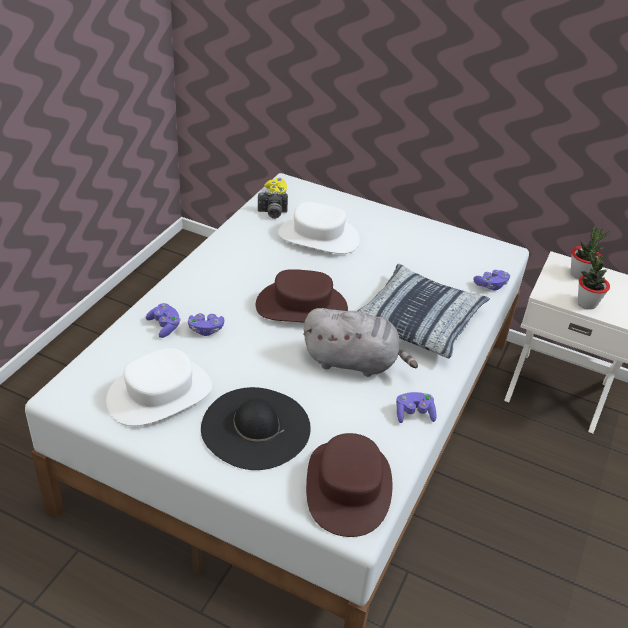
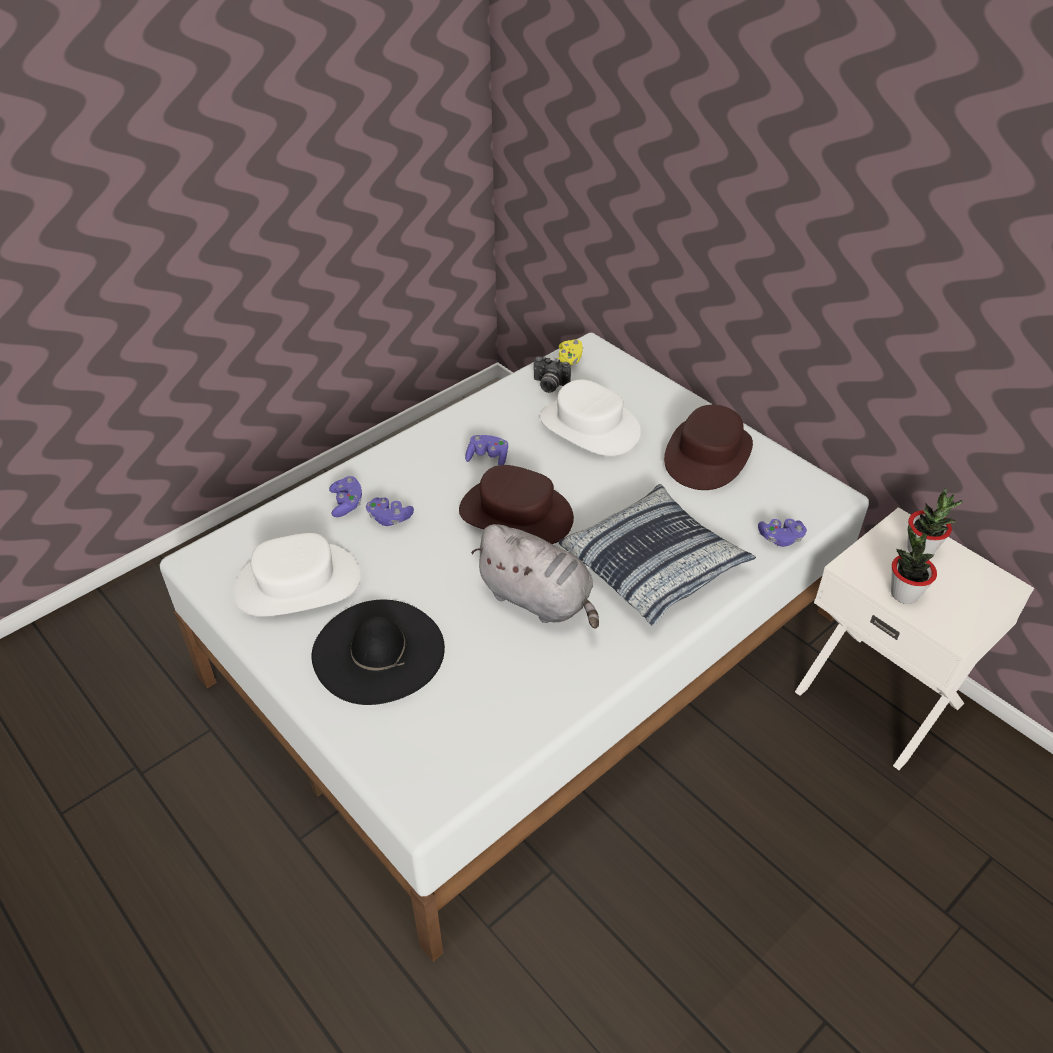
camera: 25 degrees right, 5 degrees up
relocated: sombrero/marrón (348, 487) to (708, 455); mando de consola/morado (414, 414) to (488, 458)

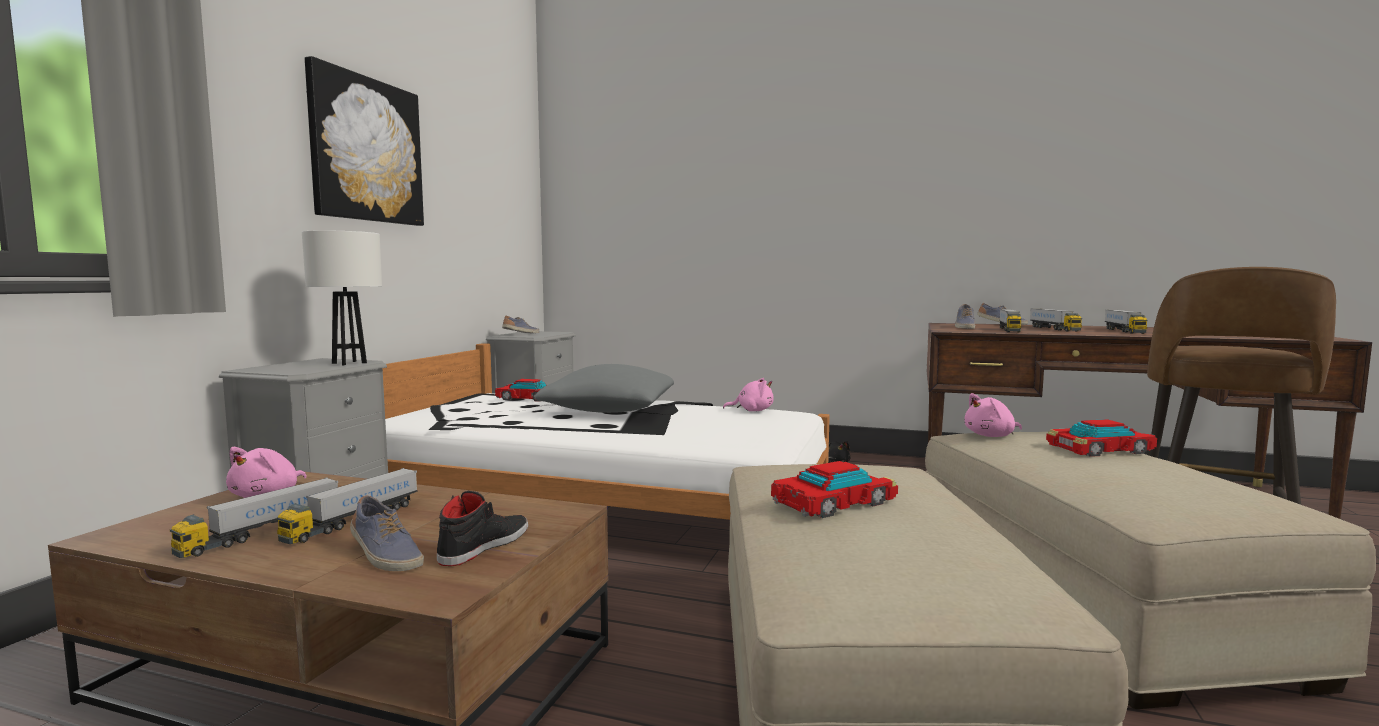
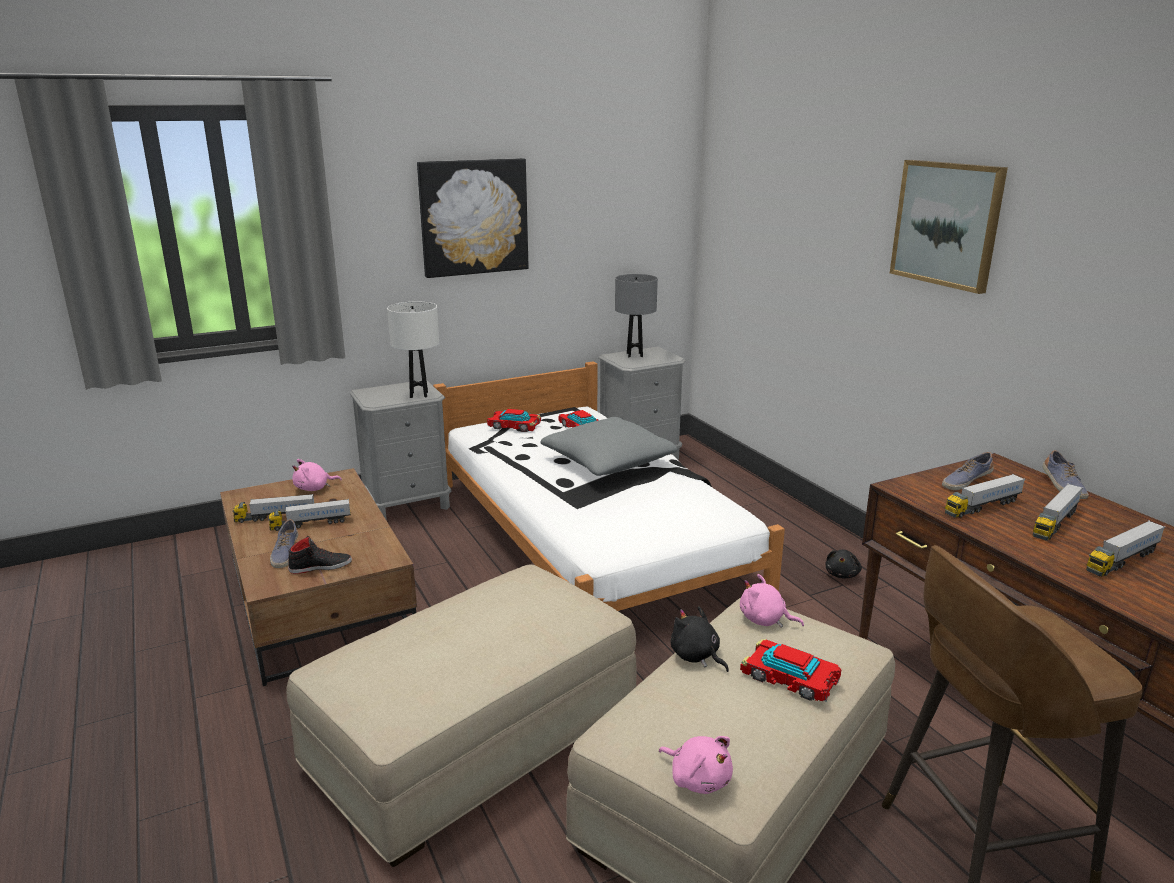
camera: 45 degrees right, 15 degrees up
appeared: peluche/negro (696, 656); cuadro (947, 224)
relocated: peluche/rosa (752, 410) to (698, 778); coche de juguete (832, 502) to (514, 425)
exchanged: zapato (522, 334) to lámpara de mesa/gris (634, 355)

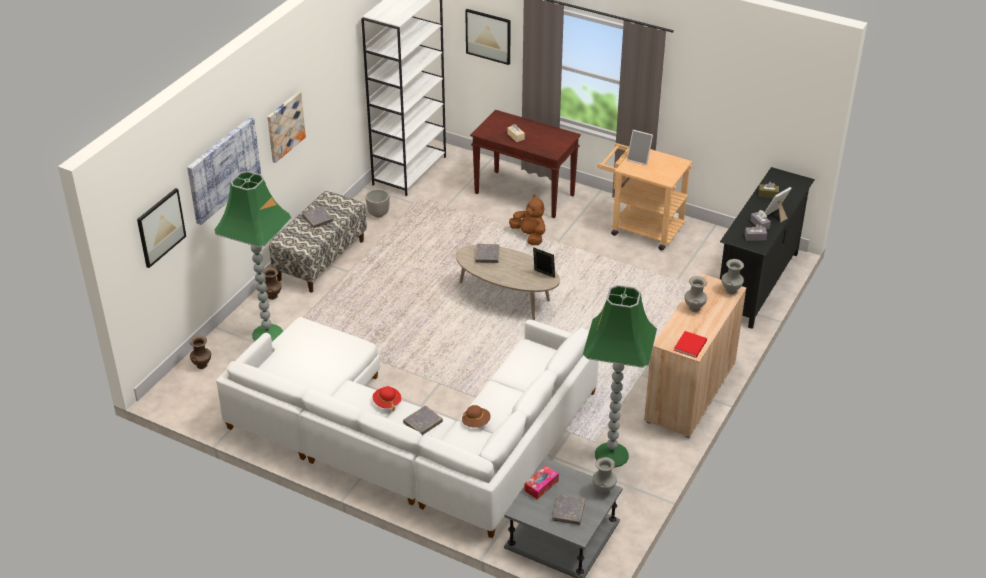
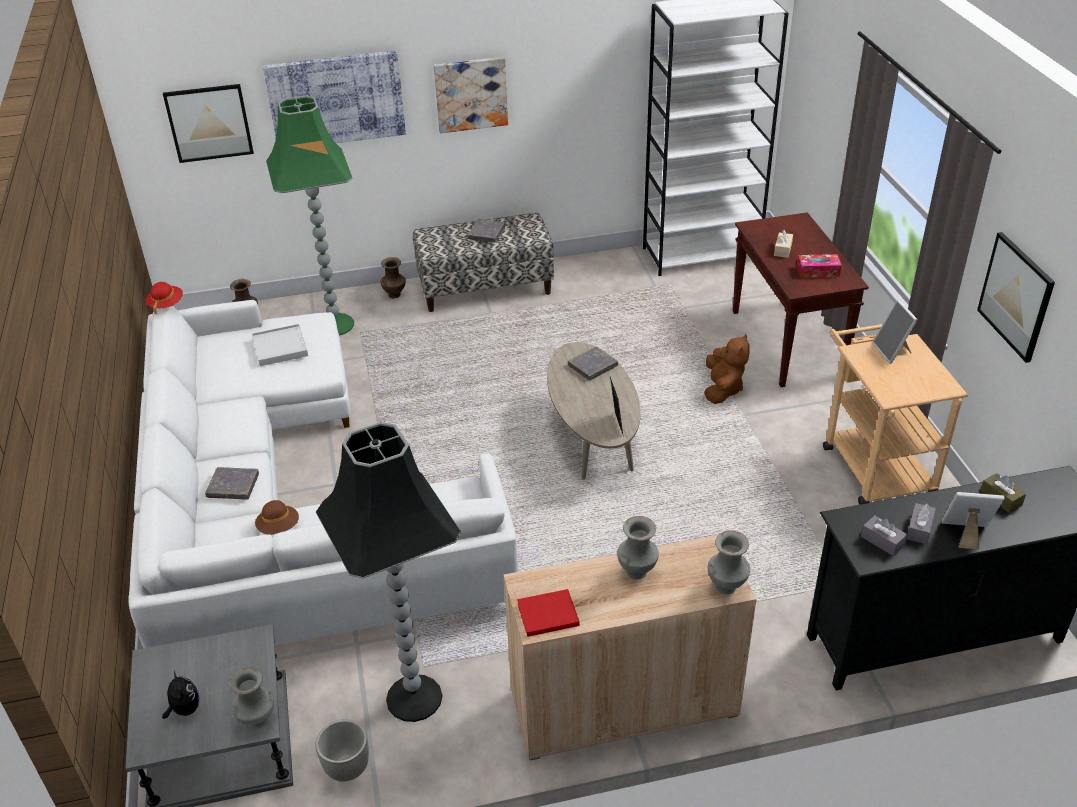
camera: 50 degrees right, 0 degrees up
appeared: bandeja/blanco (280, 347)
relocated: maceta (378, 214) to (347, 769); sombrero/rojo (387, 402) to (166, 304); cuadro (488, 36) to (1016, 296); caja de pañuelos (541, 486) to (818, 271)
exchanged: libro/gris (568, 511) to peluche (185, 709)
colour: lámpara de pie/verde (610, 455) to lámpara de pie/negro (412, 698)

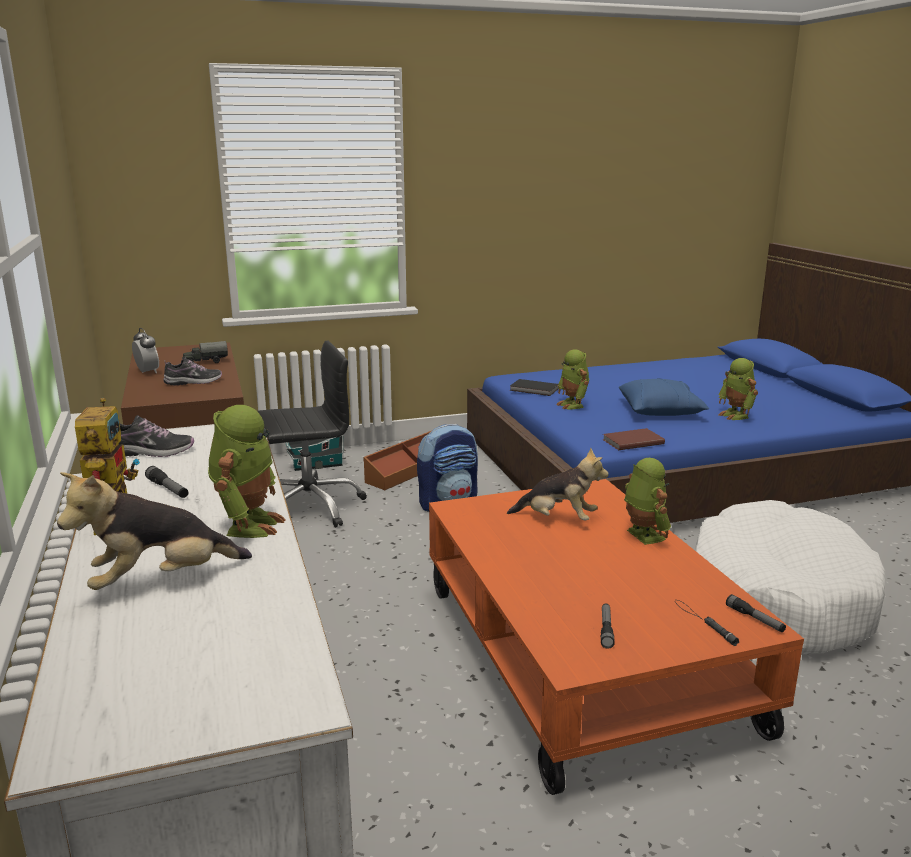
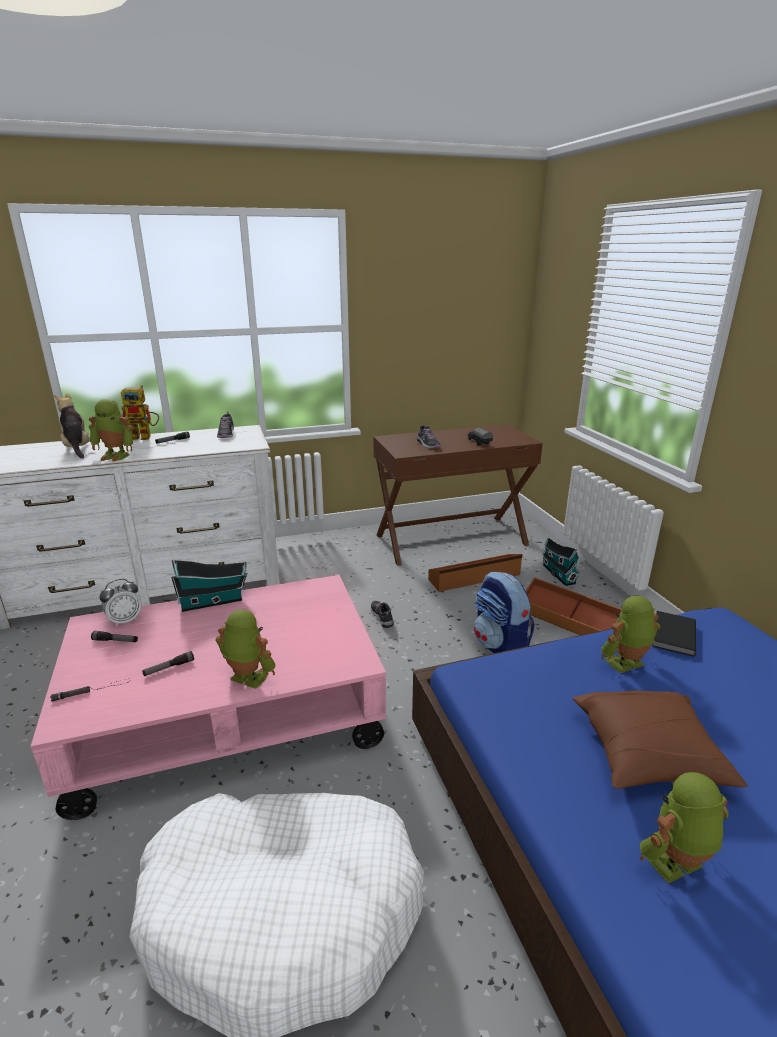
camera: 90 degrees right, 5 degrees up
missing: peluche (558, 519); libro/marrón (631, 441)
appeared: casita (214, 601); zapato (382, 617)
relocated: despertador (147, 372) to (125, 620); linterna (755, 619) to (169, 668)
exchanged: silla de oficina/negro (309, 506) to caja de almacenaje/marrón (475, 577)
colour: mesa de centro/naranja (579, 656) to mesa de centro/rosa (227, 713); cojín/azul (660, 411) to cojín/marrón (648, 755)
spun: robot de juguete (642, 535) = (247, 679) 135 degrees counterclockwise

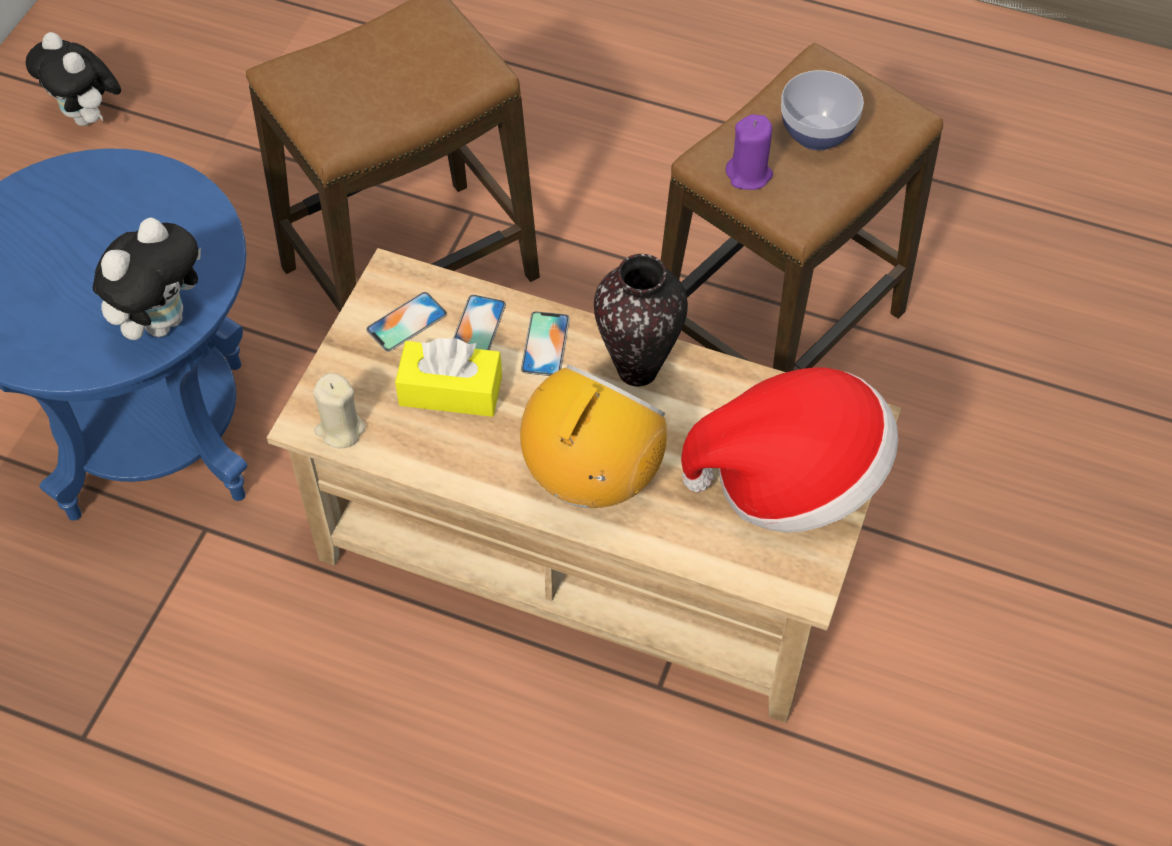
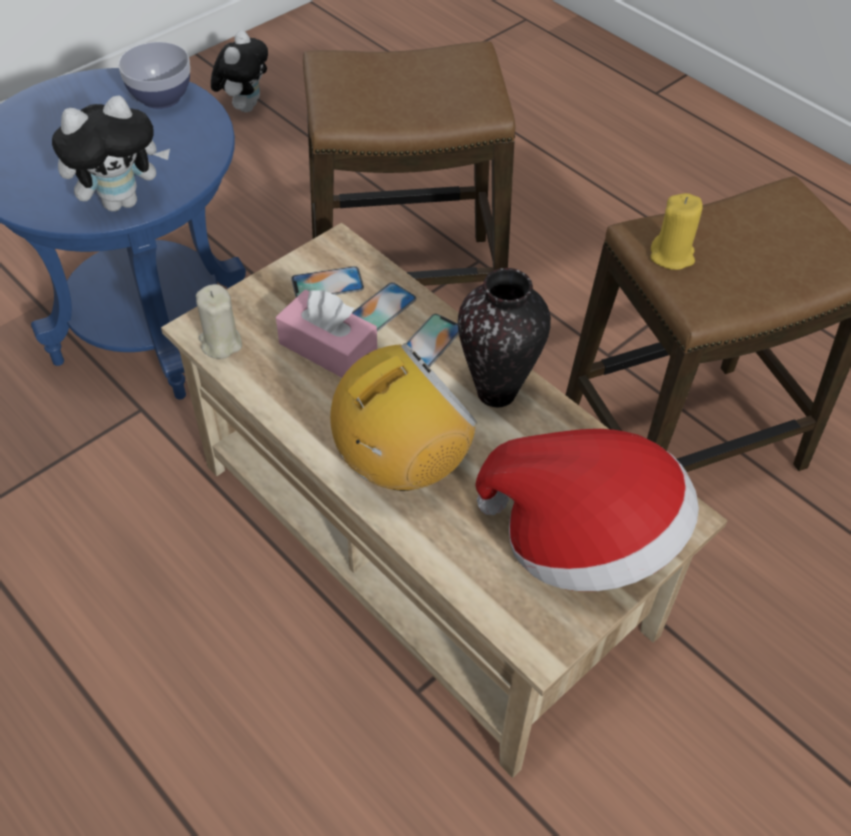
camera: 25 degrees right, 5 degrees down
relocated: cuenco (816, 133) to (161, 97)
colour: caja de pañuelos/amarillo (450, 390) to caja de pañuelos/rosa (328, 348); vela/morado (749, 174) to vela/amarillo (672, 256)
spun: peluche (89, 117) = (244, 106) 150 degrees counterclockwise

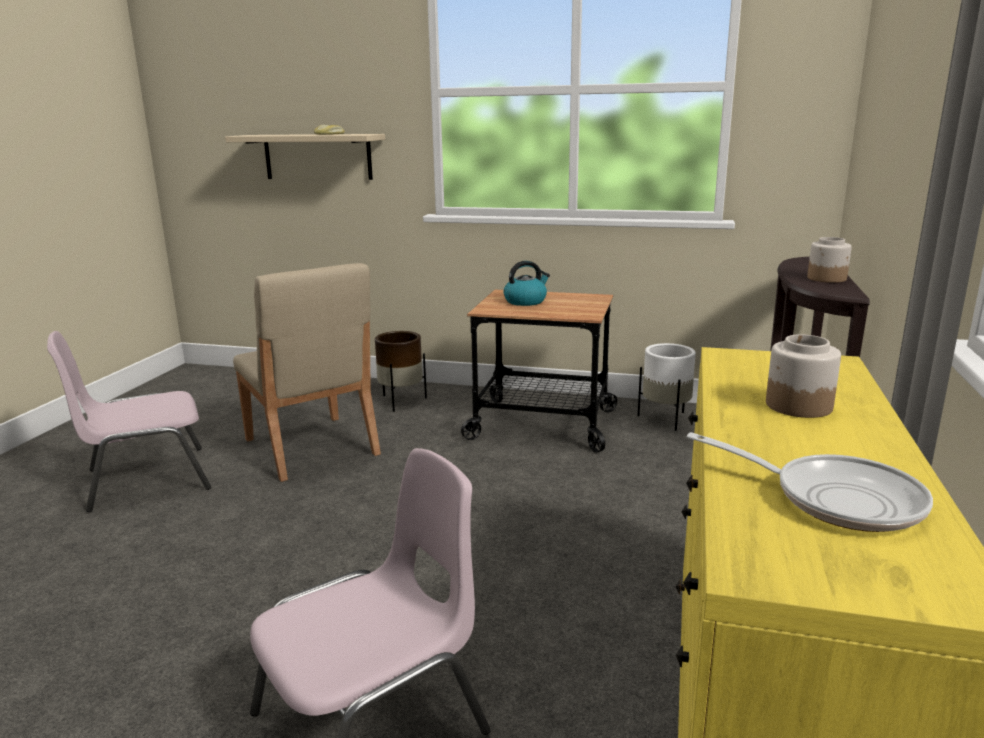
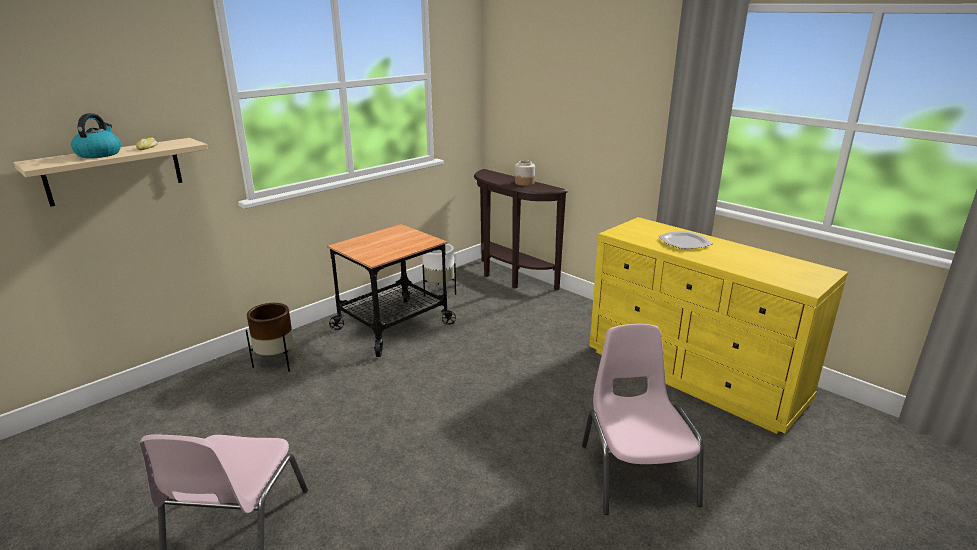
camera: 60 degrees left, 5 degrees up
missing: silla/beis (311, 448); sartén (834, 499)
relocated: hervidor (525, 301) to (99, 154)
exchanged: tarro (798, 405) to plato (684, 242)

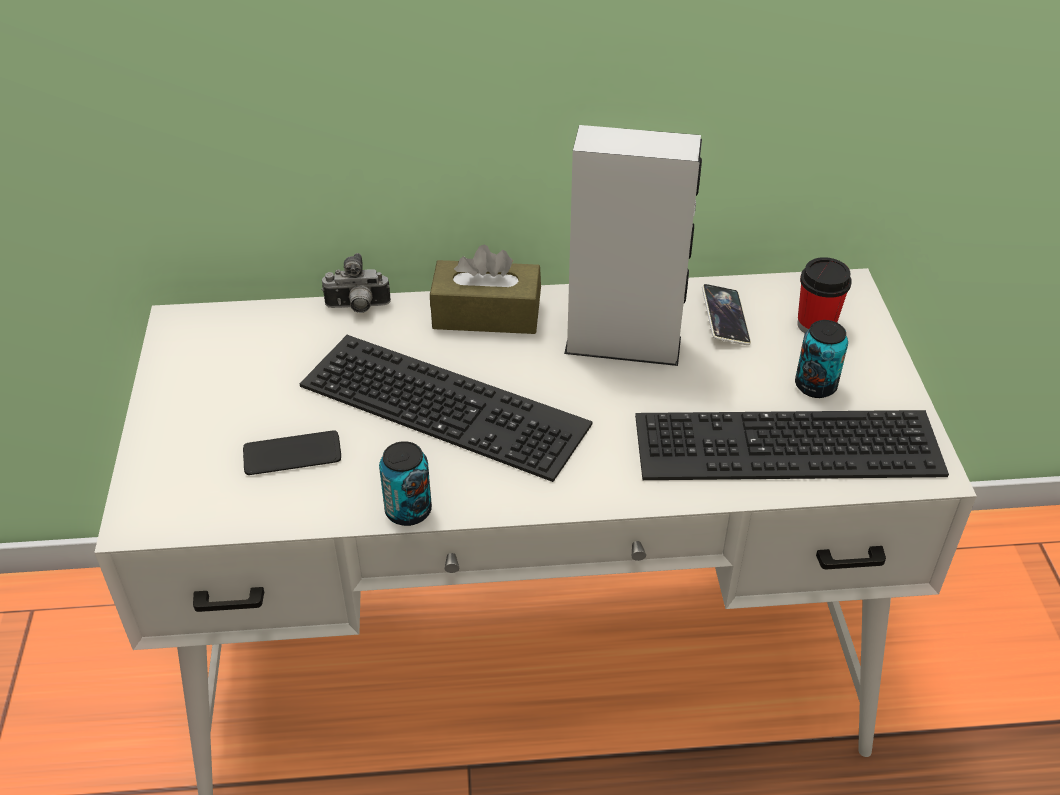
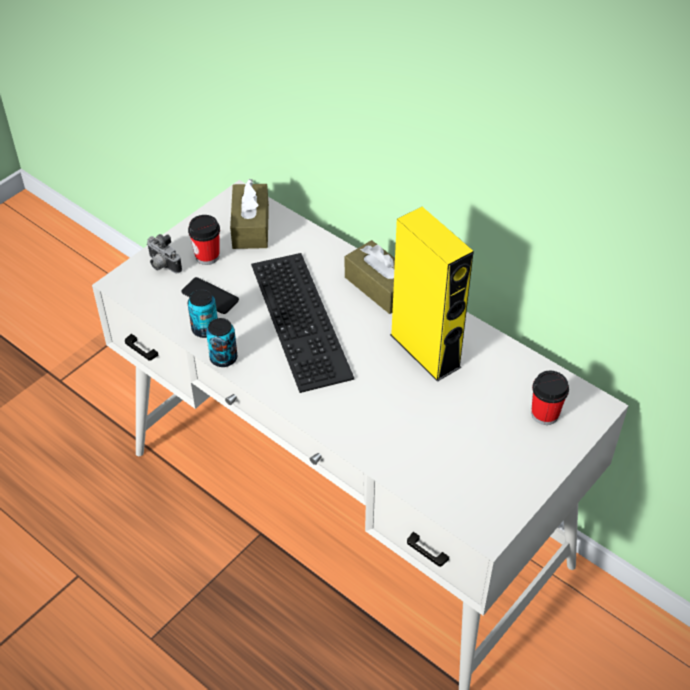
camera: 45 degrees right, 5 degrees up
missing: teclado (785, 450); móvil (725, 319)
appeared: taza (207, 256); caja de pañuelos/marrón (250, 226)
relocated: cámara (357, 308) to (162, 265); lata (815, 386) to (205, 329)
colour: altavoz/gris (623, 345) to altavoz/amarillo (425, 351)

